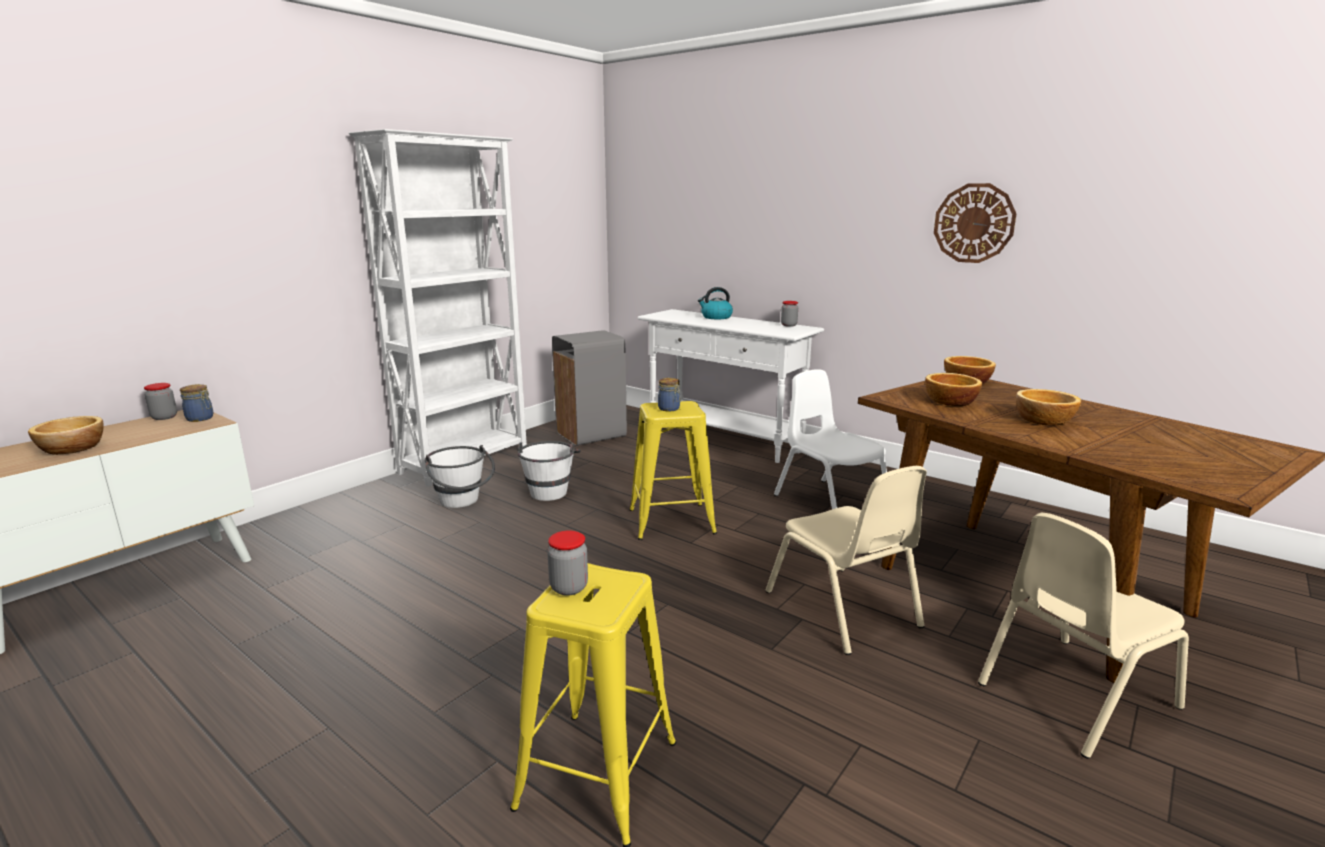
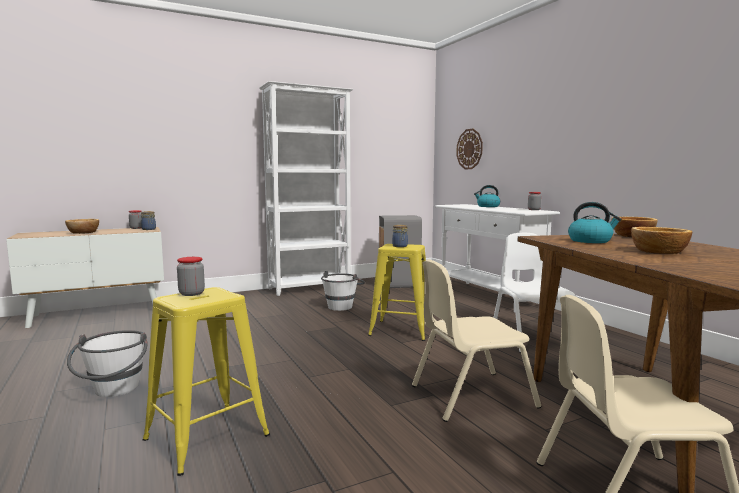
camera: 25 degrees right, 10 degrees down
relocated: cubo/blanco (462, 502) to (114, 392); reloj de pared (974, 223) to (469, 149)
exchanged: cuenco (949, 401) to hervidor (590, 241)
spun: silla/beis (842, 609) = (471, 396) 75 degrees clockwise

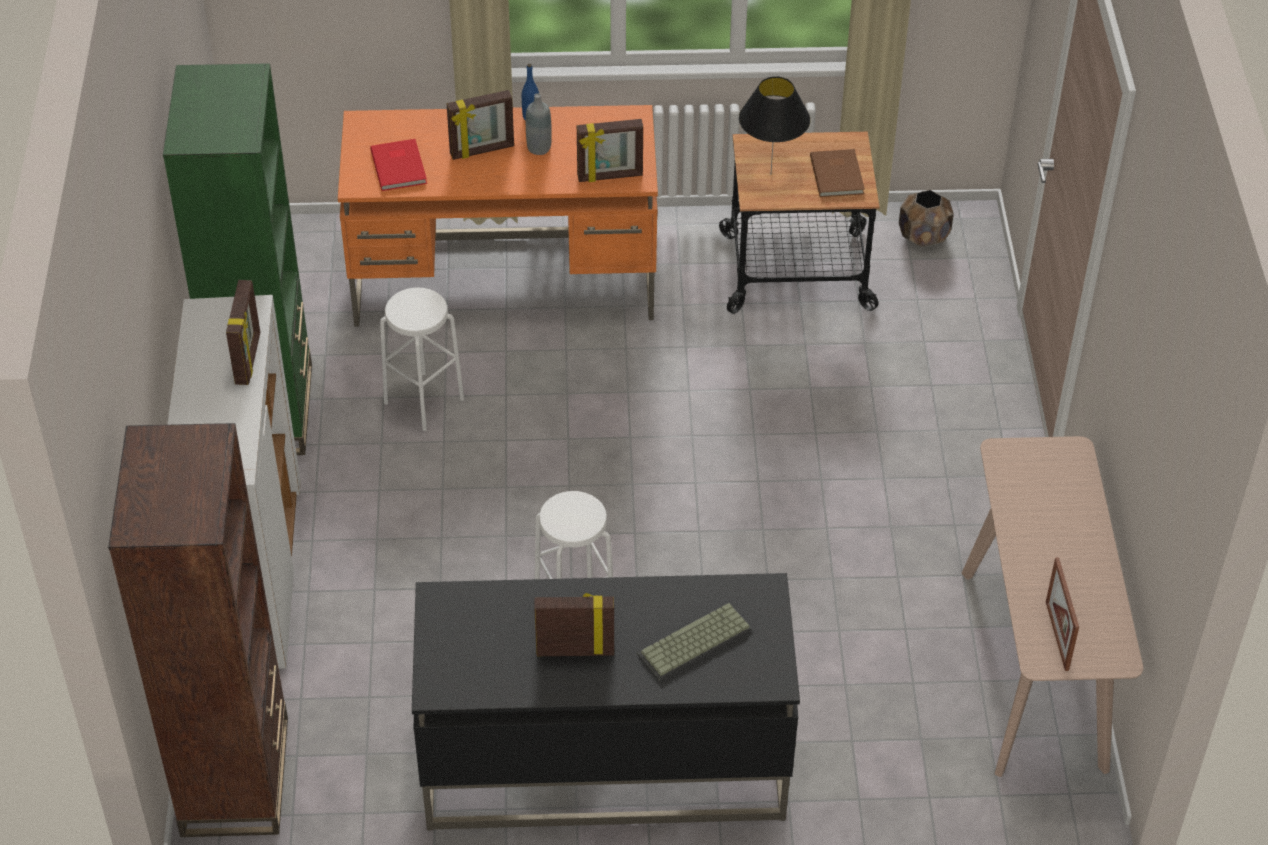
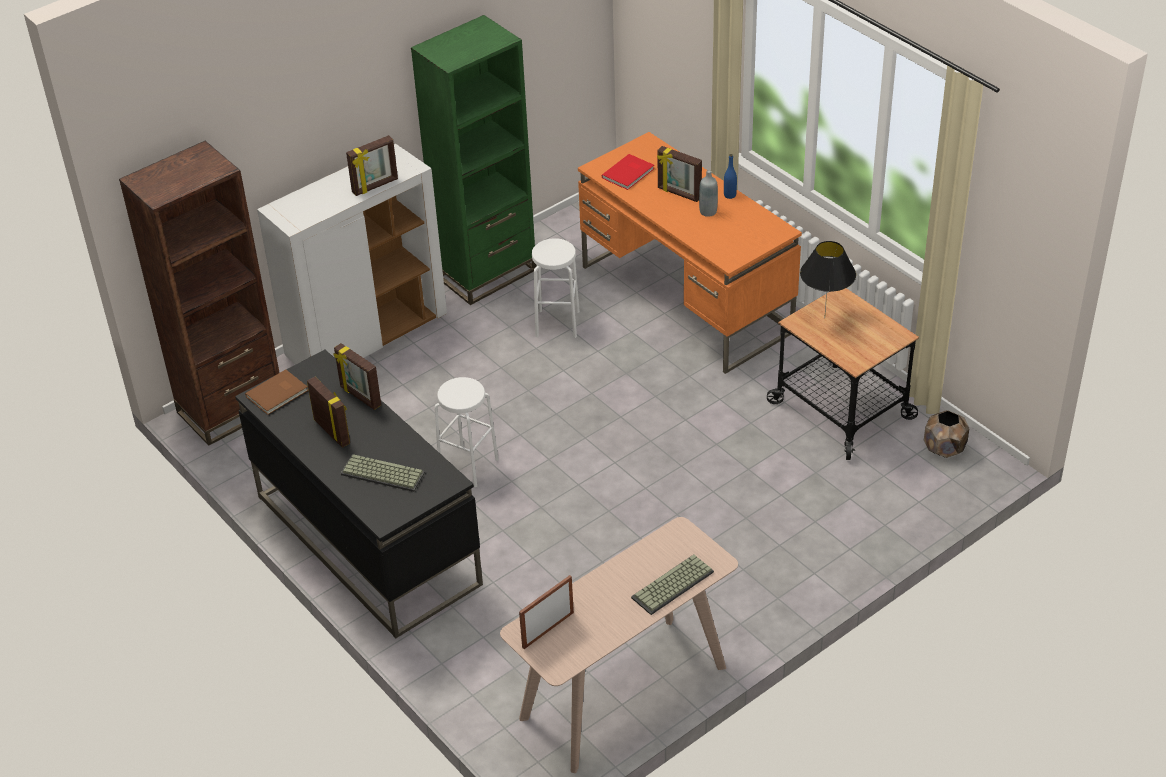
camera: 55 degrees right, 5 degrees down
appeared: teclado (673, 586)
relocated: portarretratos (610, 176) to (360, 397); libro/marrón (838, 174) to (278, 394)

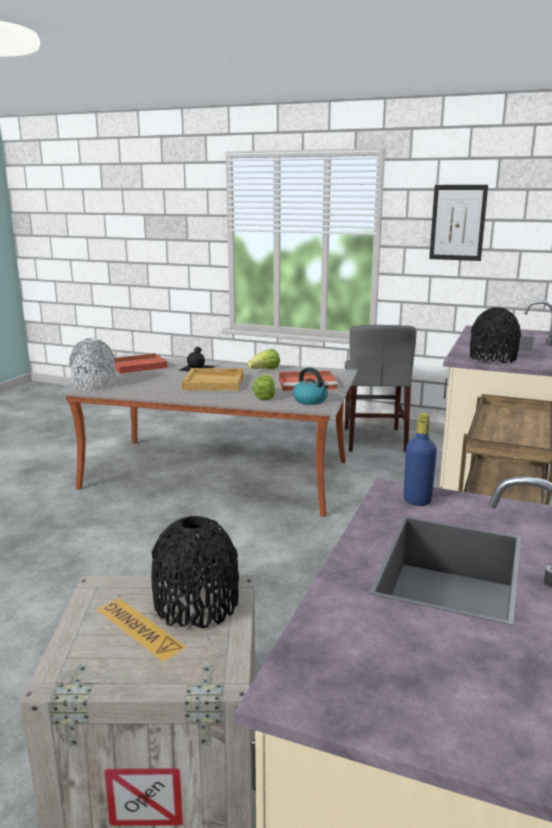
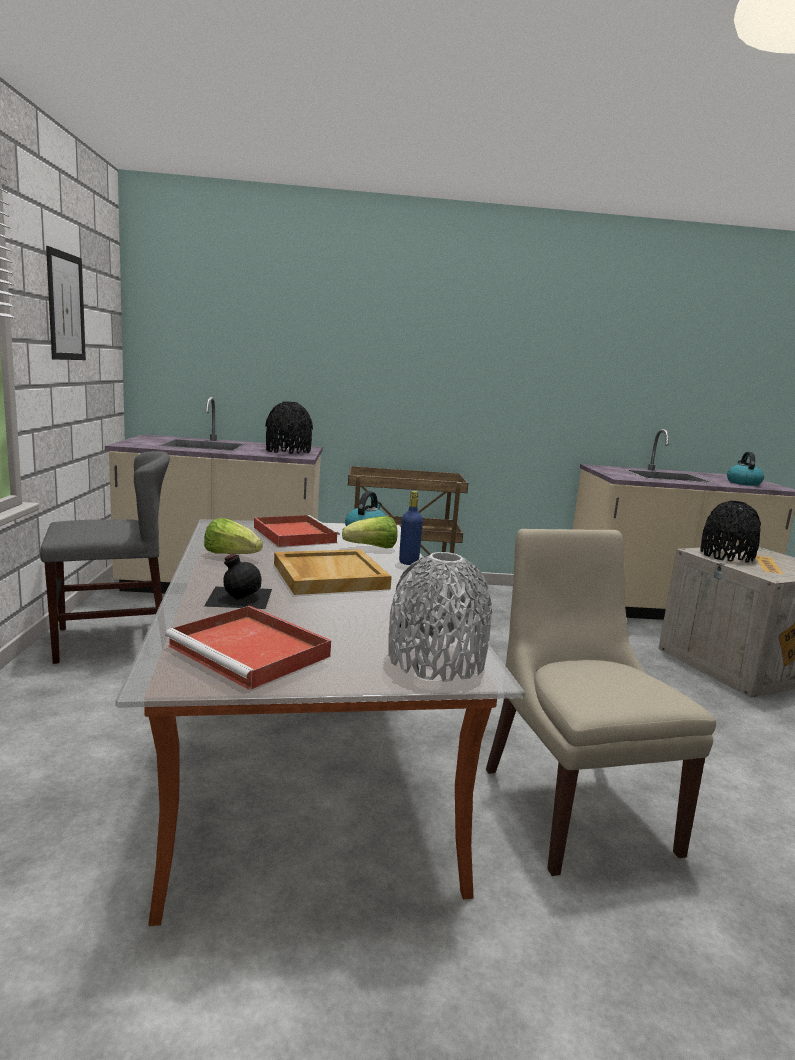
camera: 115 degrees left, 5 degrees down
appeared: silla/beis (573, 805); hervidor (743, 483)
relocated: botella/azul (417, 501) to (408, 562)

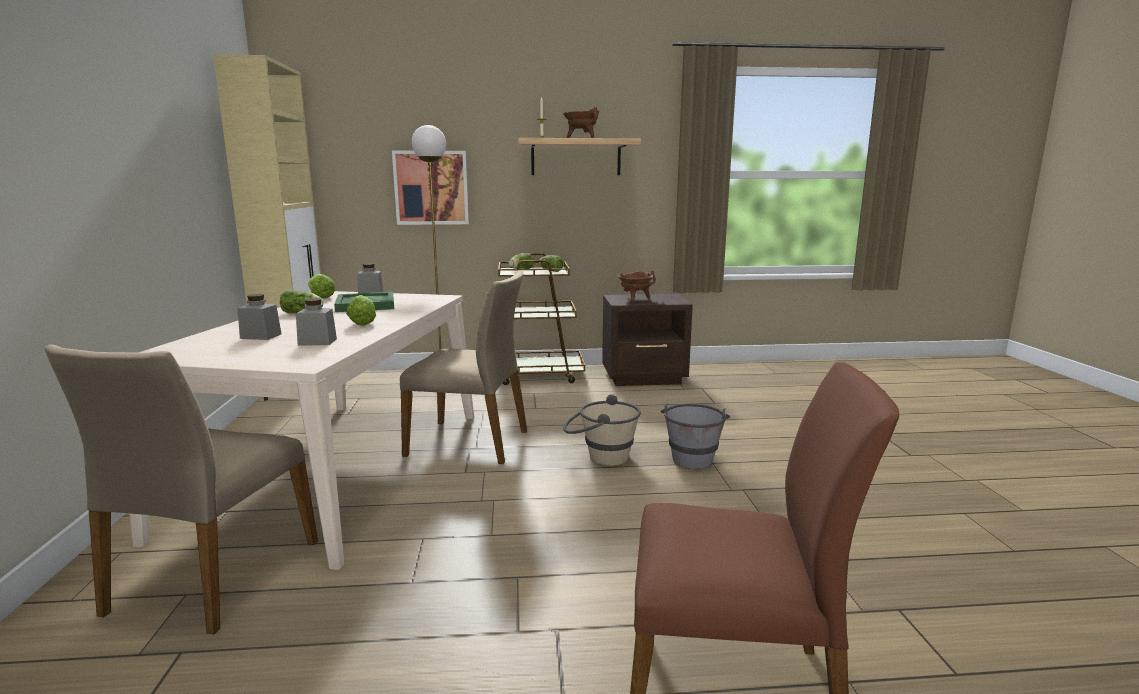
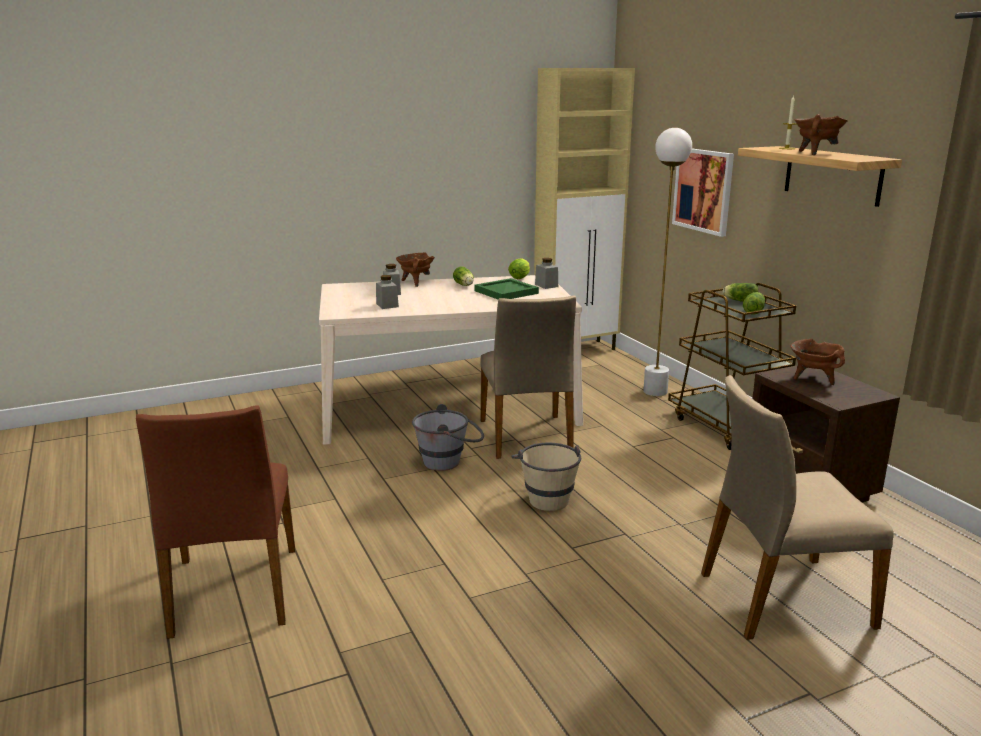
camera: 70 degrees right, 5 degrees up
missing: lechuga (362, 323)
appeared: olla/marrón (415, 282)
relocated: silla/beis (213, 576) to (782, 598); cubo/gris (692, 457) to (449, 462)

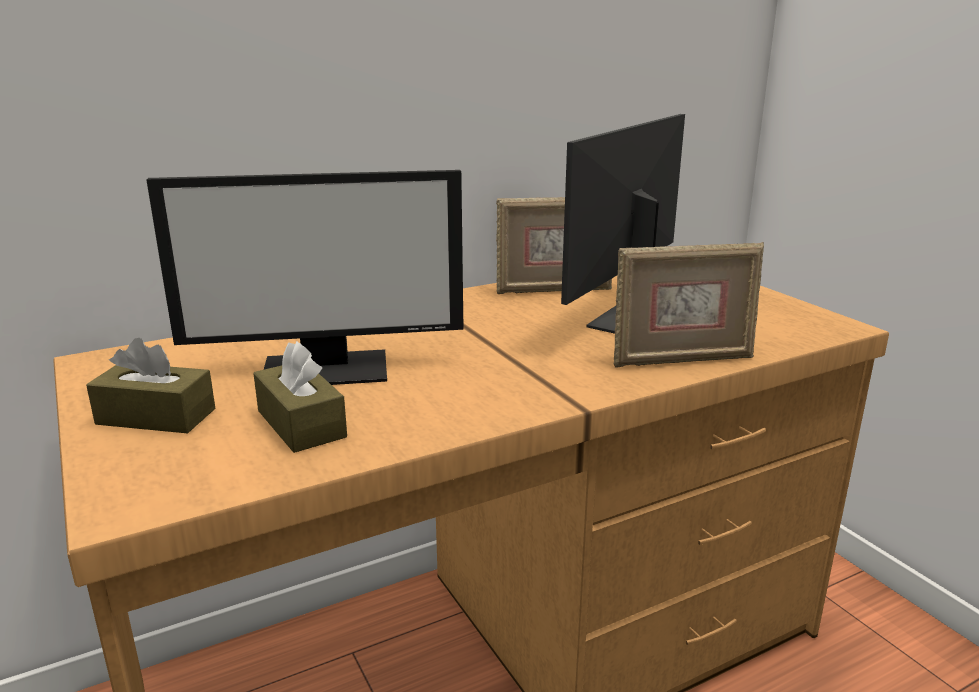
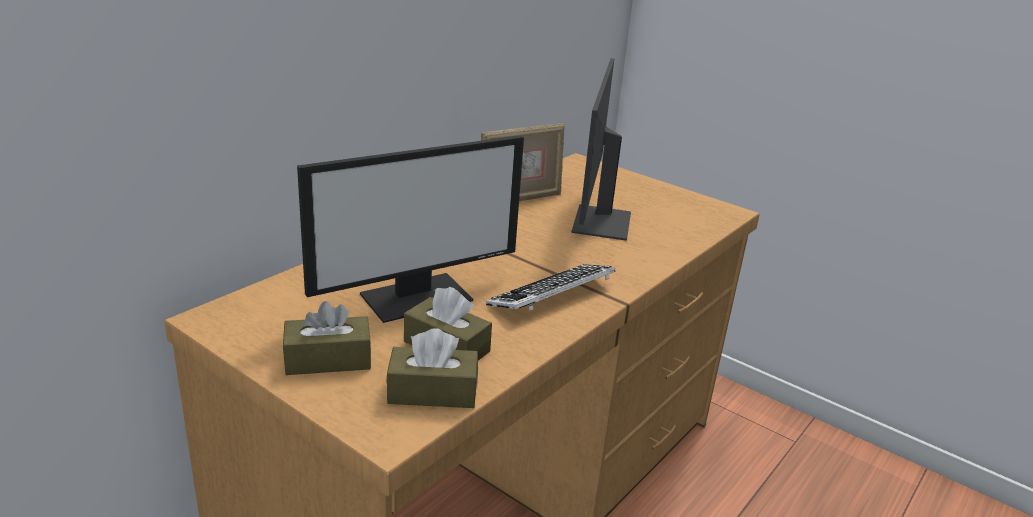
camera: 25 degrees left, 5 degrees up
missing: portarretratos (681, 360)
appeared: caja de pañuelos/marrón (432, 392); teclado (552, 295)

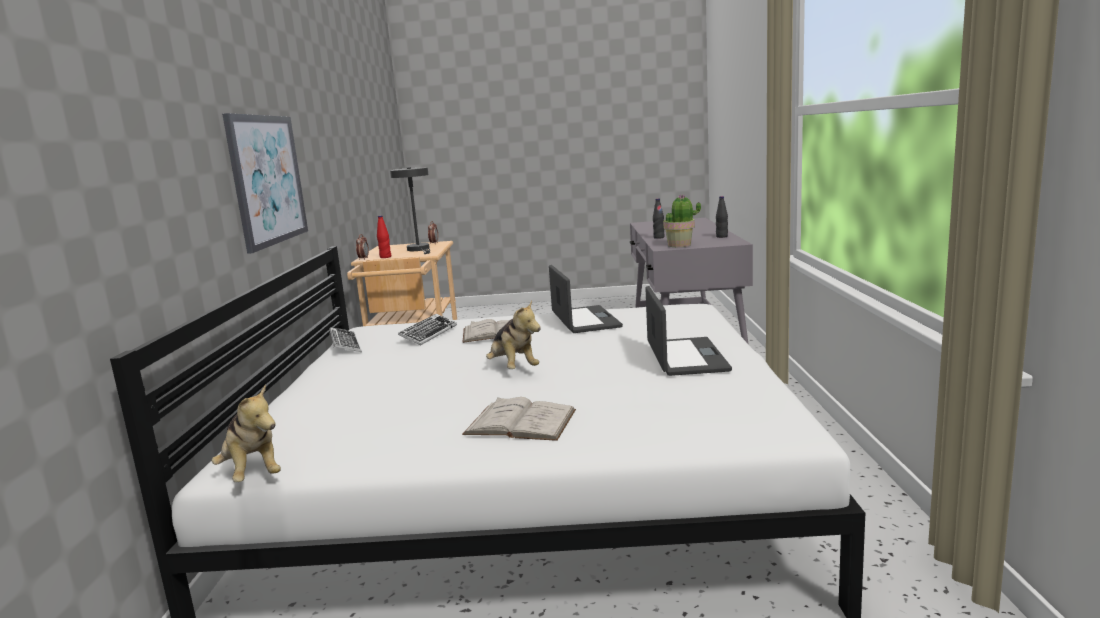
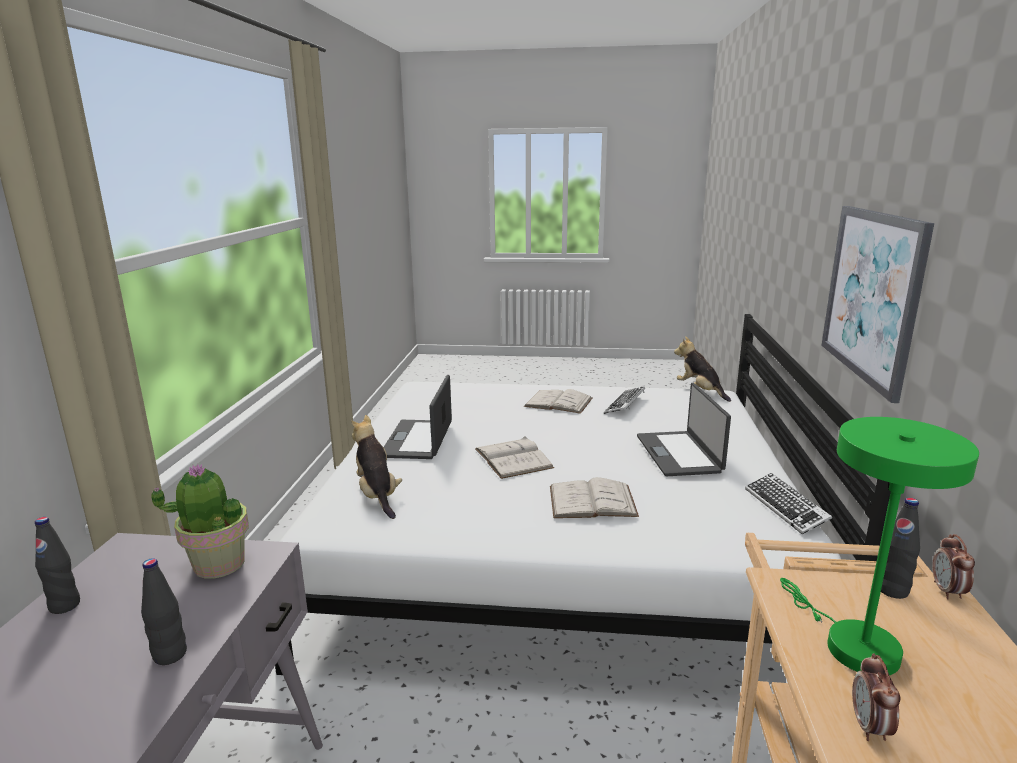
camera: 175 degrees left, 5 degrees up
appeared: libro/blanco (513, 458)
relocated: teclado (428, 334) to (625, 405); peluche (512, 368) to (377, 495); portátil (584, 320) to (679, 454)
colour: botella/rojo (385, 257) to botella/negro (892, 590); lámpara de mesa/gris (420, 249) to lámpara de mesa/verde (851, 643)

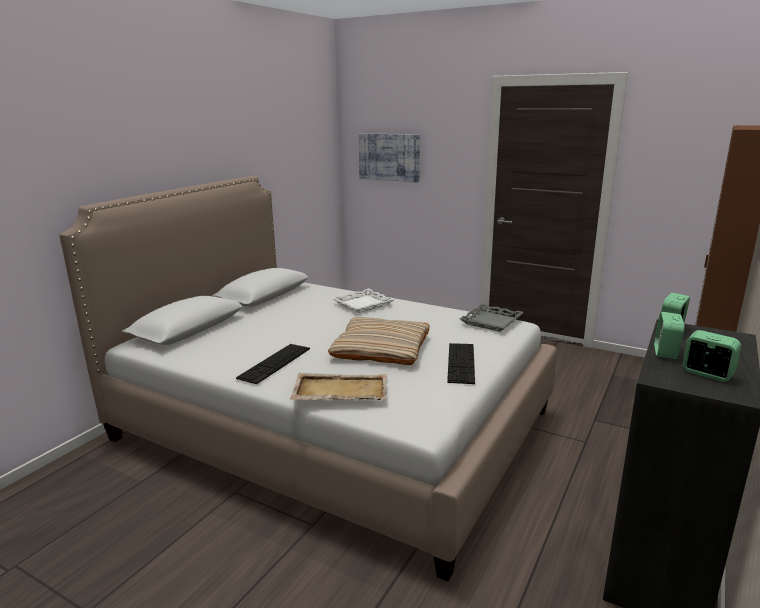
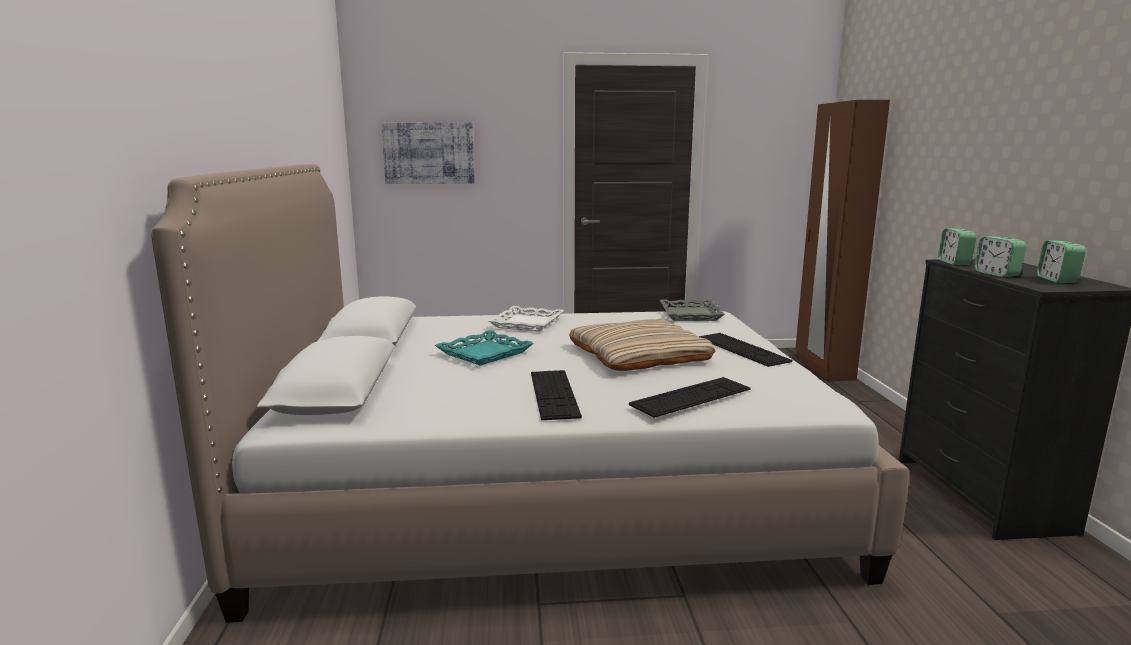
camera: 35 degrees left, 5 degrees down
appeared: bandeja/turquesa (485, 353)
exchanged: bandeja/beis (339, 390) to teclado (691, 397)
spun: despertador (707, 374) = (1057, 280) 90 degrees counterclockwise

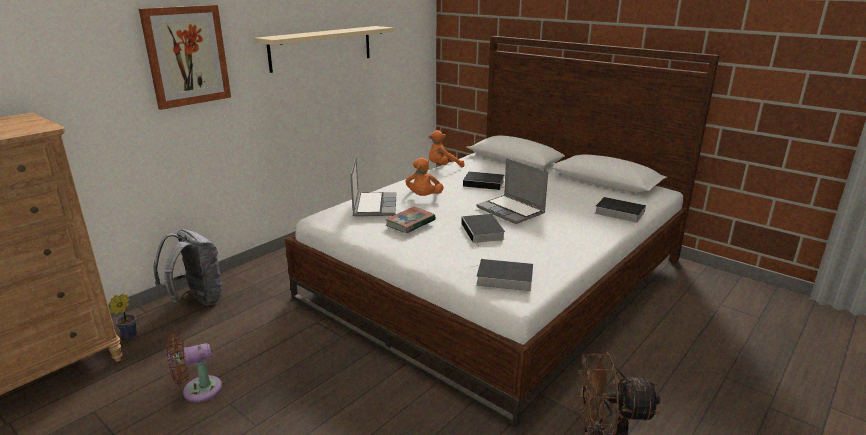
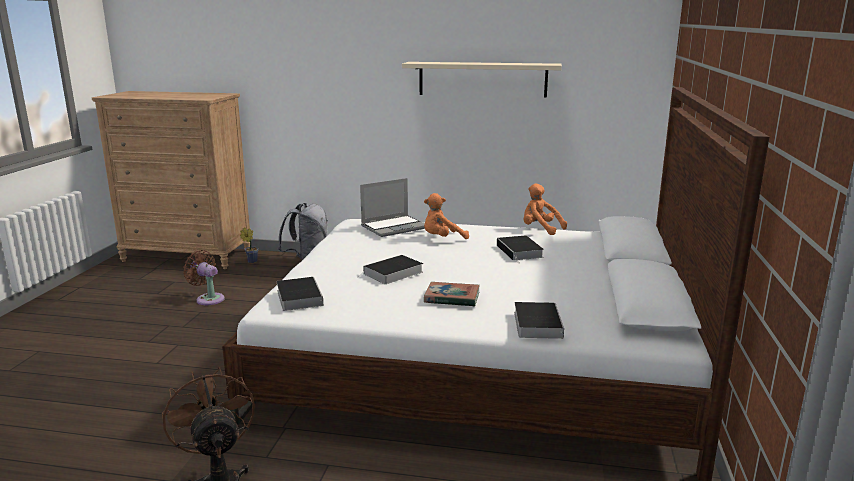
camera: 60 degrees right, 5 degrees down
missing: cuadro (187, 56); portátil (511, 211)
relocated: libro (410, 223) to (452, 298)

